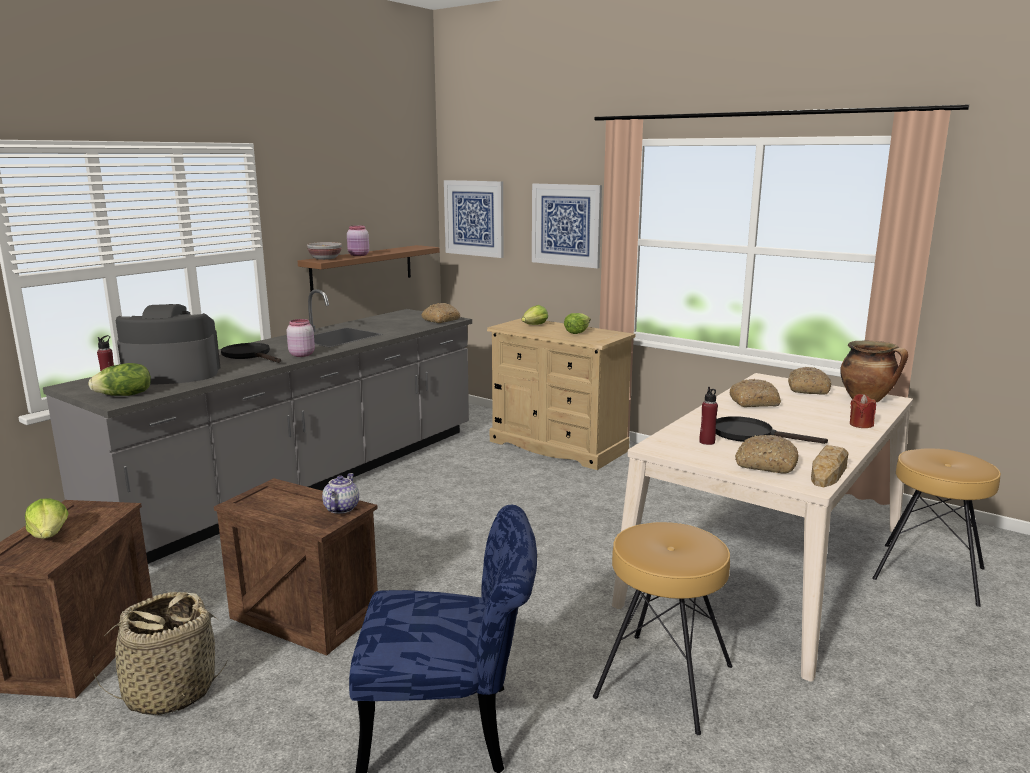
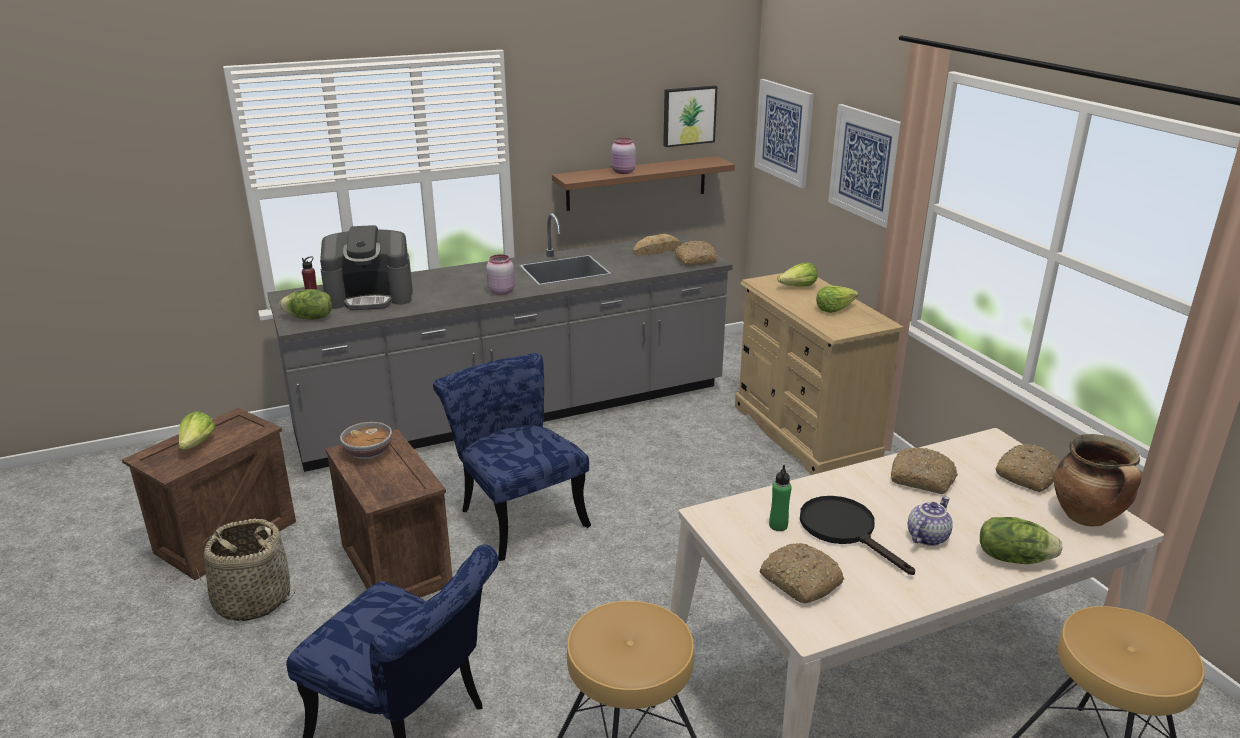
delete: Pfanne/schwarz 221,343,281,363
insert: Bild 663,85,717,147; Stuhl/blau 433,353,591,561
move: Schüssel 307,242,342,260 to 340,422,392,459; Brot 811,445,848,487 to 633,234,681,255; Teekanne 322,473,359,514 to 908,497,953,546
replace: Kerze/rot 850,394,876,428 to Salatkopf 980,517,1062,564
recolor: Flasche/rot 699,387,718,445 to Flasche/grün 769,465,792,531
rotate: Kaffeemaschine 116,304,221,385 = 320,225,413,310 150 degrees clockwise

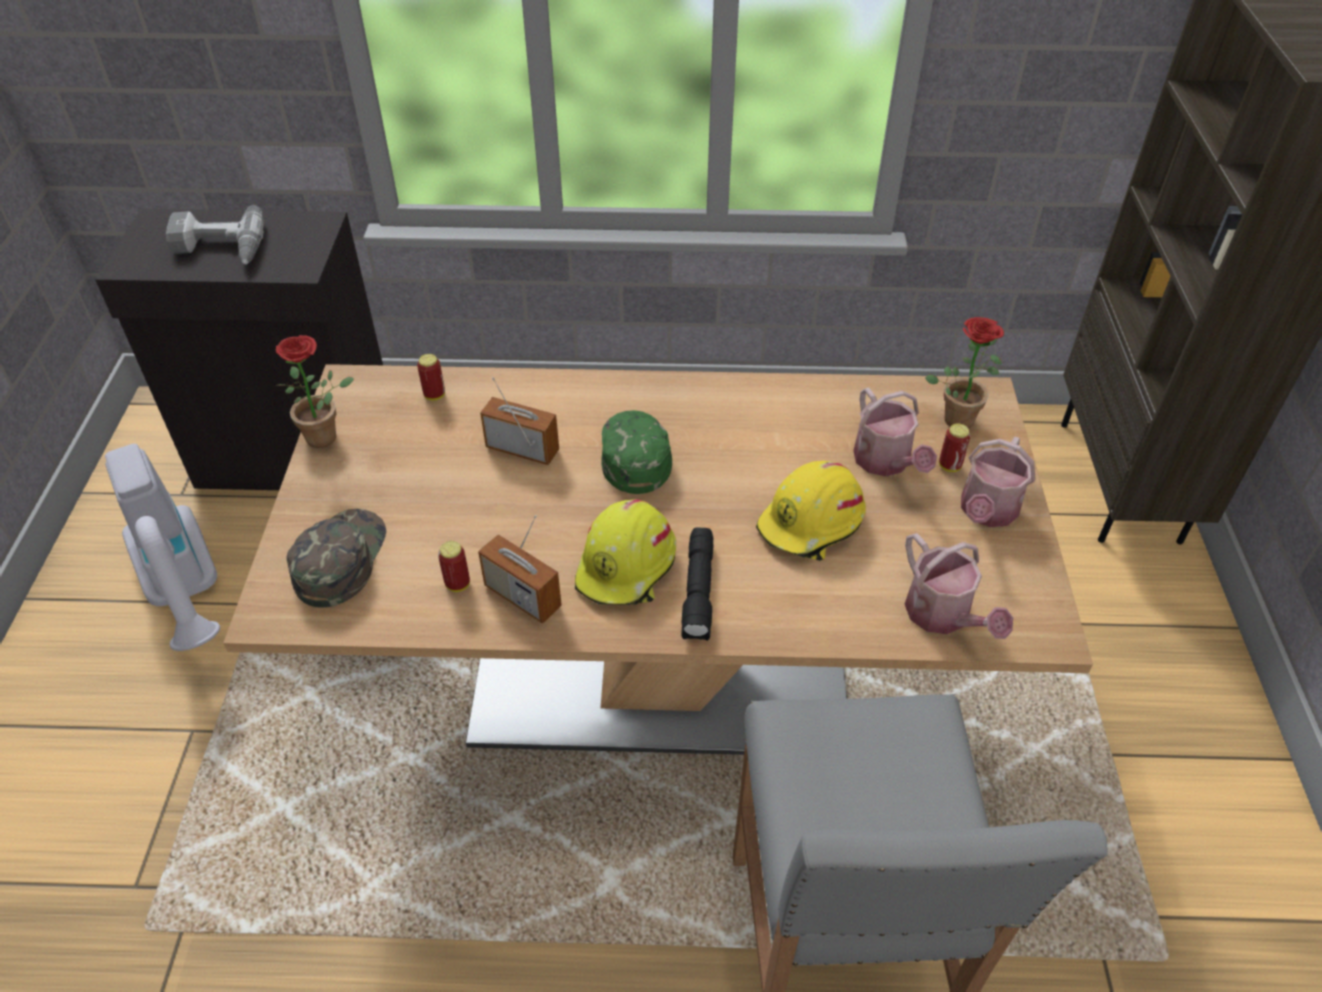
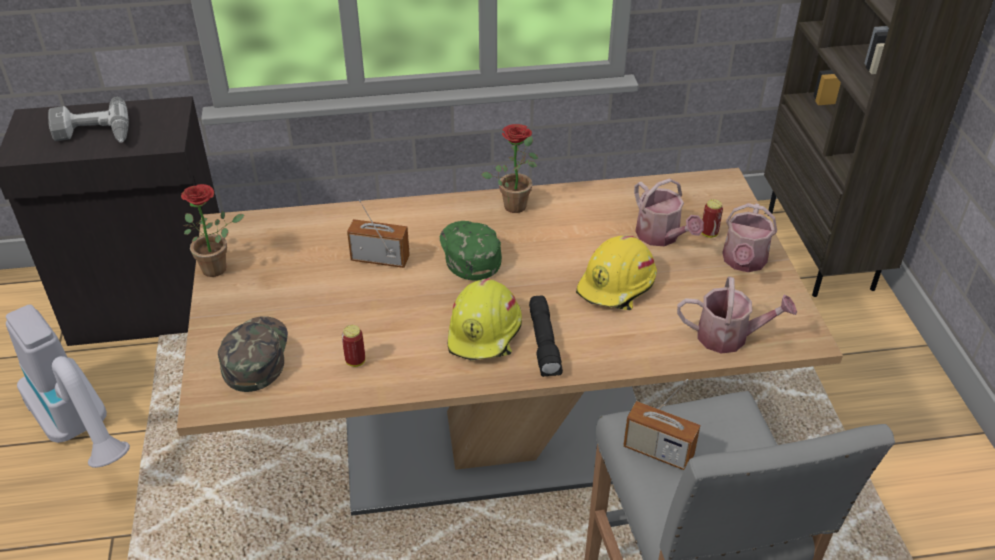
delete: Dose 417,354,445,401
move: Topfpflanze 925,317,1004,429 to 481,124,538,213; Radio 478,515,562,624 to 623,379,700,470
rotate: Gießkanne 905,533,1013,639 = 677,277,797,354 45 degrees counterclockwise

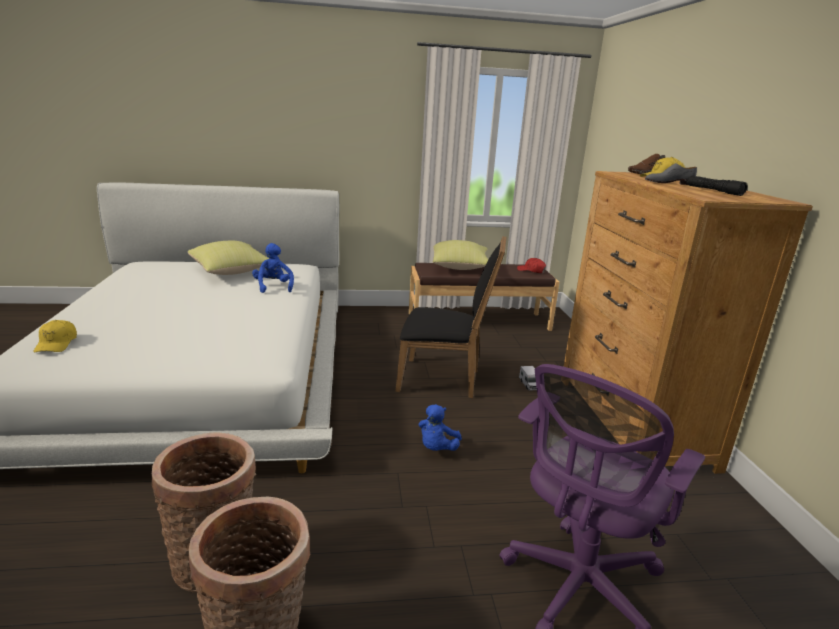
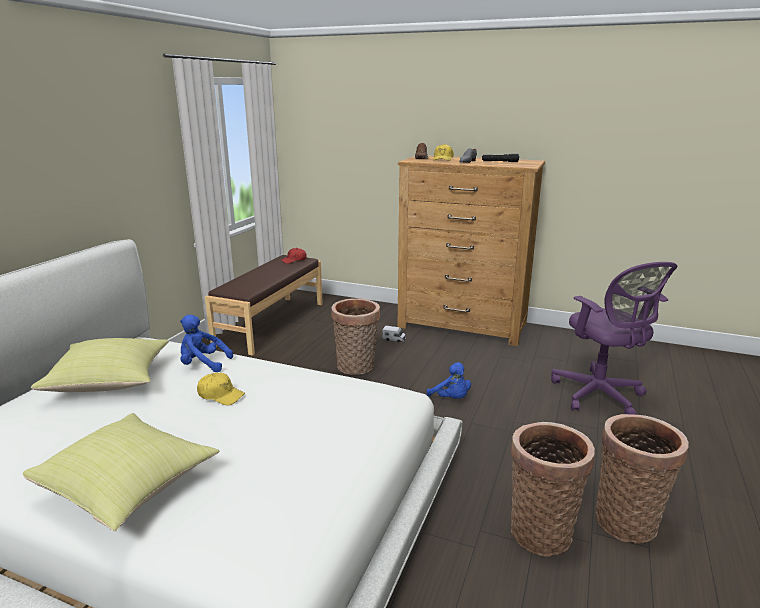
move: Kissen/gelb 433,240,488,270 to 23,413,219,531; Kappe/gelb 33,320,77,352 to 197,373,245,406
replace: Stuhl/schwarz 395,236,507,398 to Korb 331,298,380,375

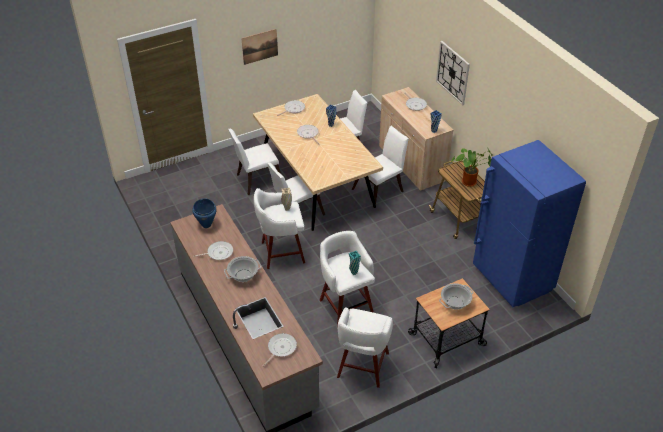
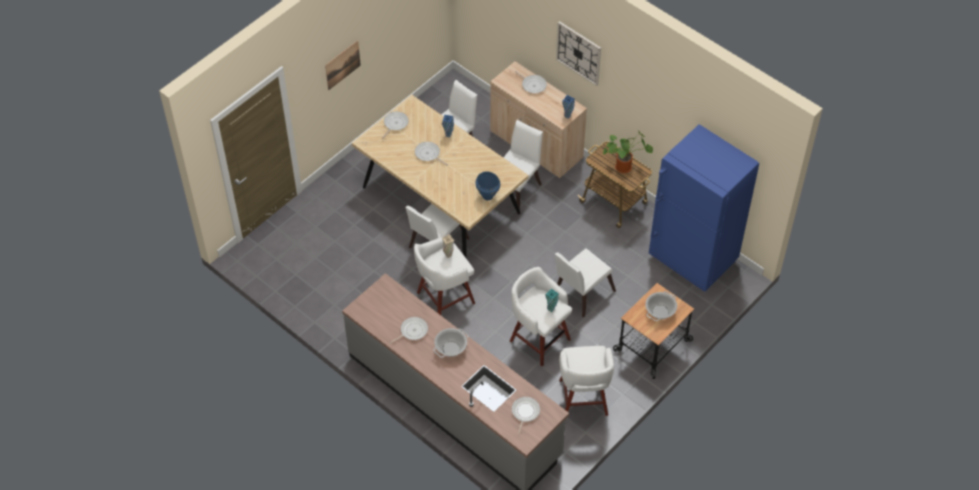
move: Stuhl/weiß 228,129,281,195 to 555,248,616,318; Kochtopf/blau 192,198,217,228 to 475,171,500,201

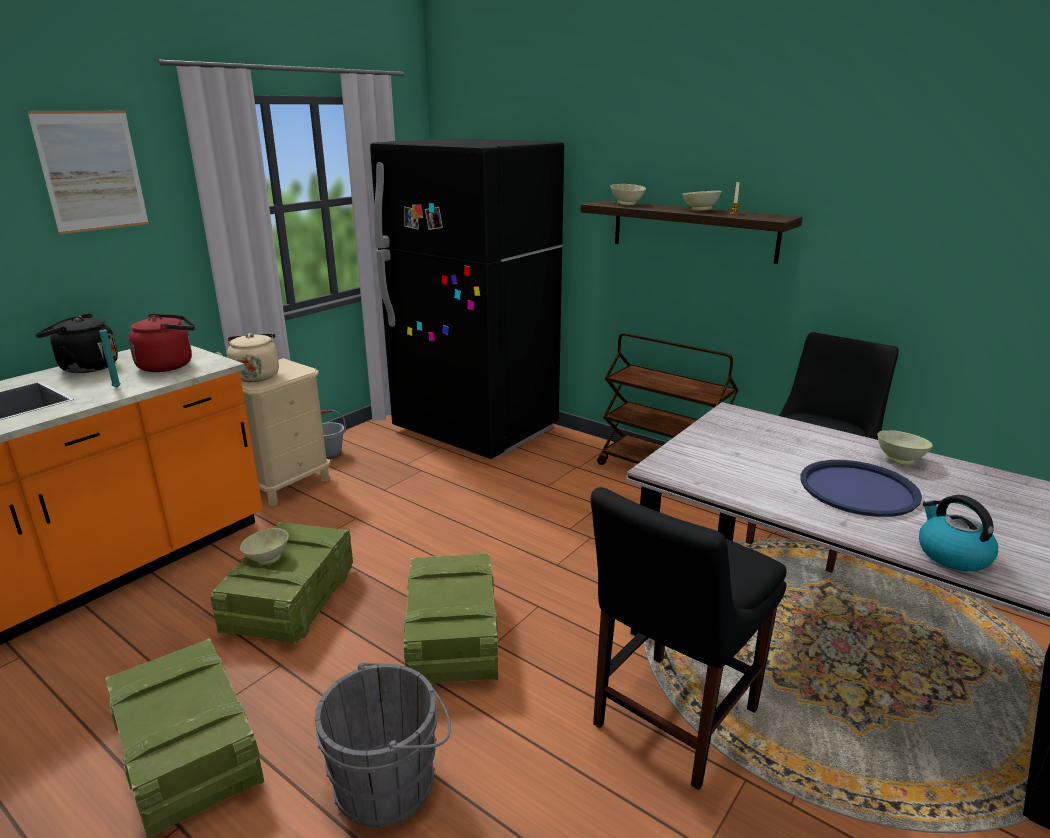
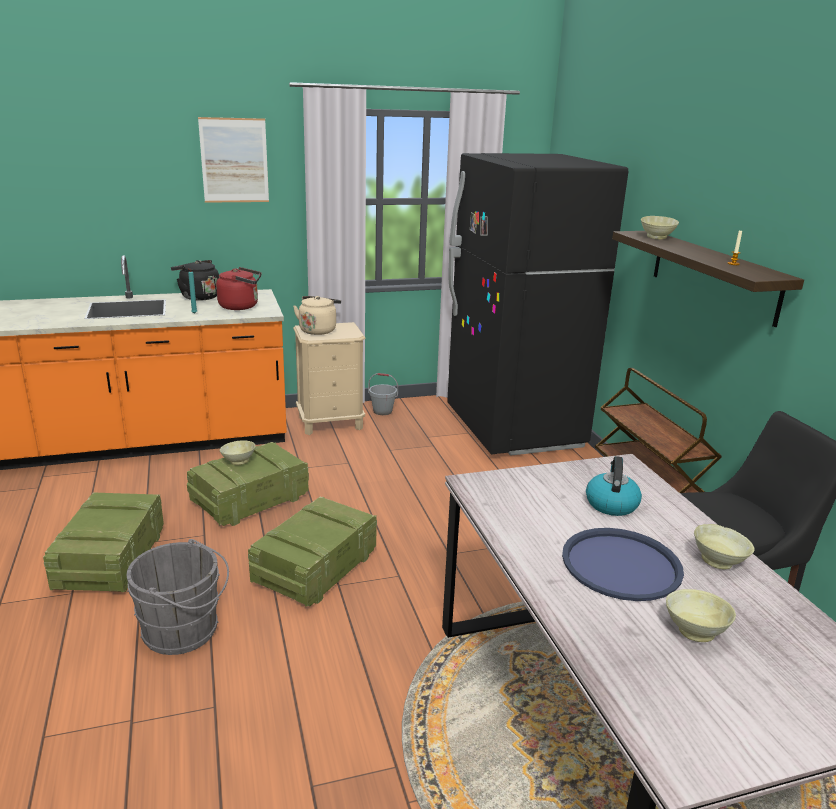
delete: Stuhl/schwarz 591,487,787,790
move: Schüssel/beige 682,191,722,211 to 666,589,736,642; Wasserkessel 919,495,998,571 to 586,456,642,516

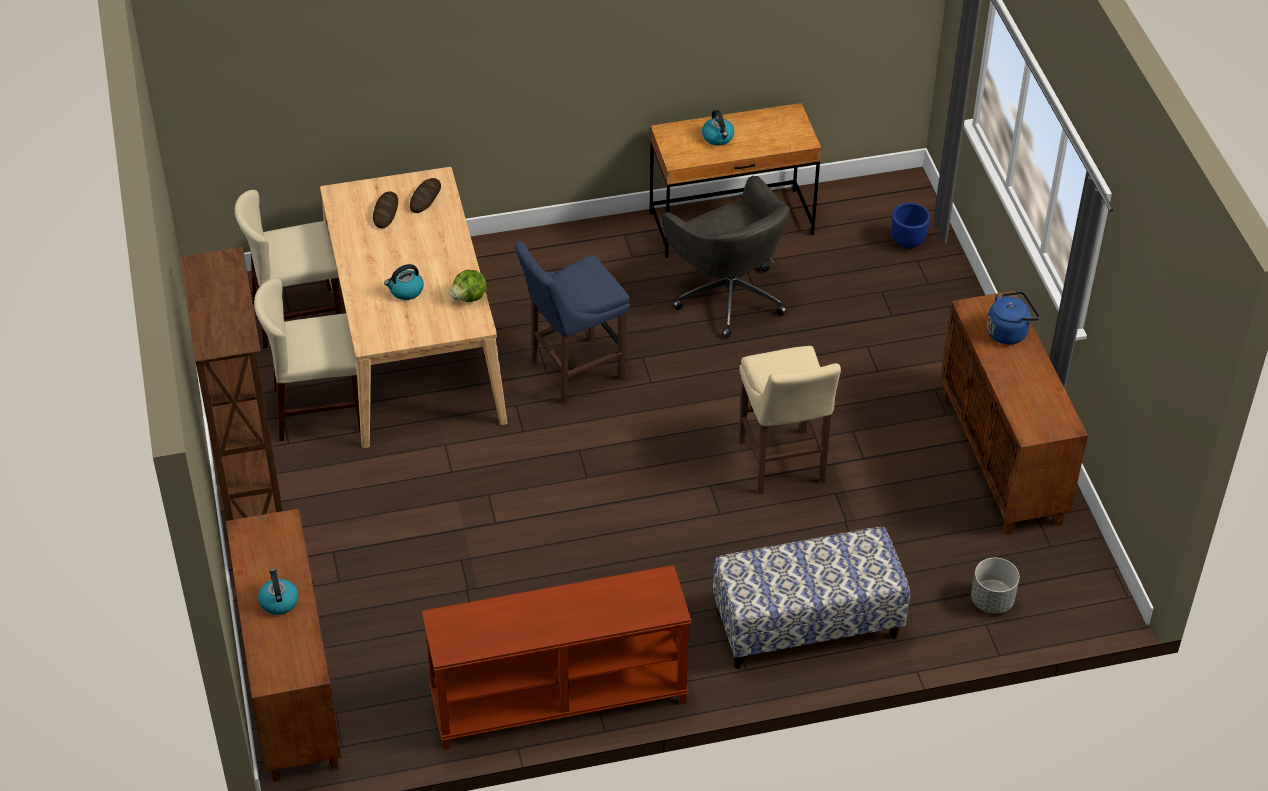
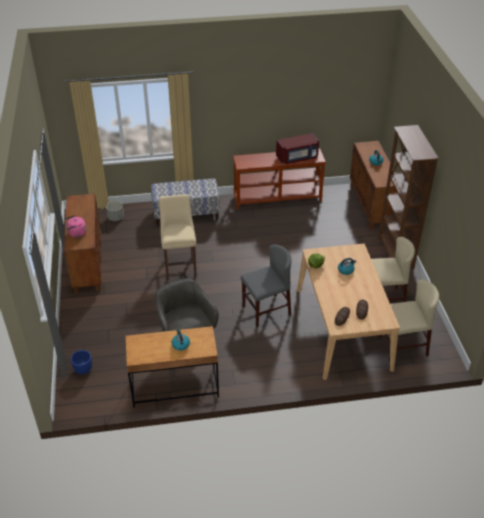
insert: Mikrowelle/rot 276,133,319,164
replace: Hocker/blau 515,241,630,404 to Stuhl/grau 241,244,292,327
recolor: Wasserkessel/blau 987,292,1040,344 to Wasserkessel/rosa 65,215,87,238

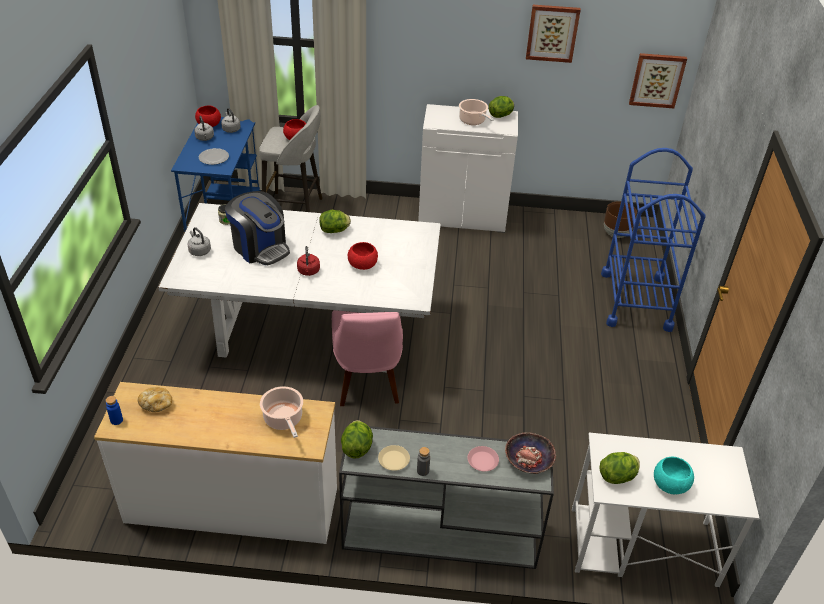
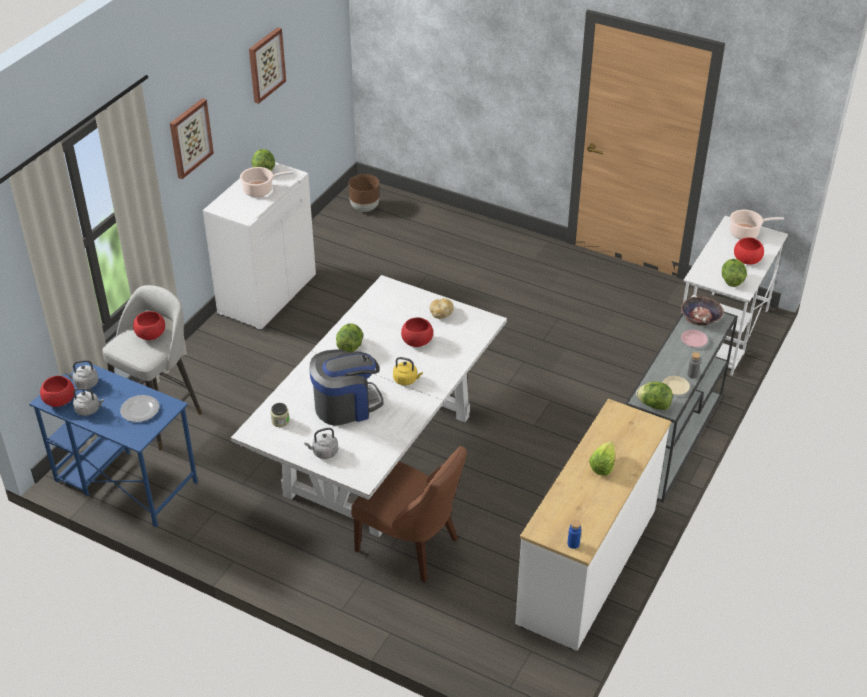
delete: Rollwagen/blau 601,148,706,332; Stuhl/rosa 332,310,403,406
insert: Salatkopf 589,441,615,475; Stuhl/braun 351,446,467,582
move: Bild 629,53,687,108 to 170,98,214,179; Kochtopf 260,386,303,438 to 729,210,784,239; Brot 137,387,172,412 to 429,298,454,319
recolor: Wasserkessel/rot 297,246,320,276 to Wasserkessel/gelb 393,357,423,385; Schüssel/türkis 654,457,694,494 to Schüssel/rot 734,237,764,265

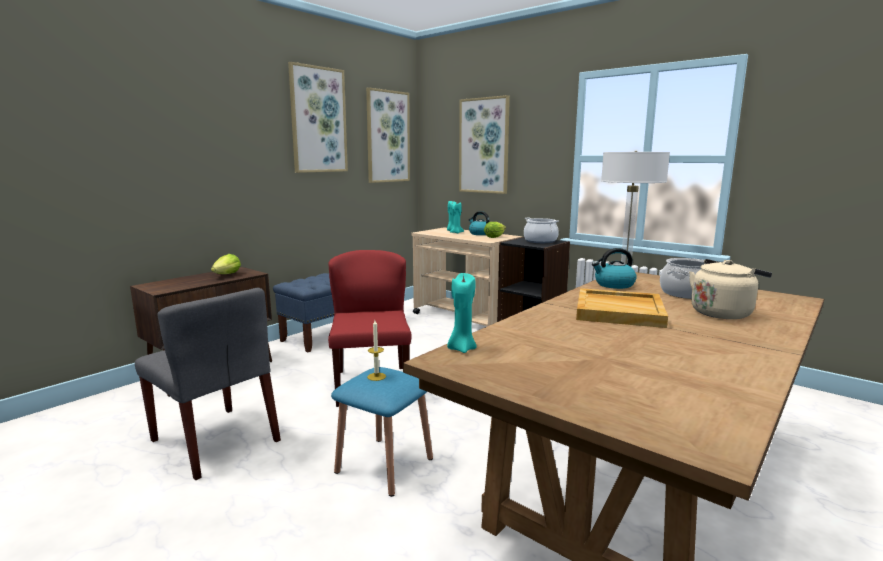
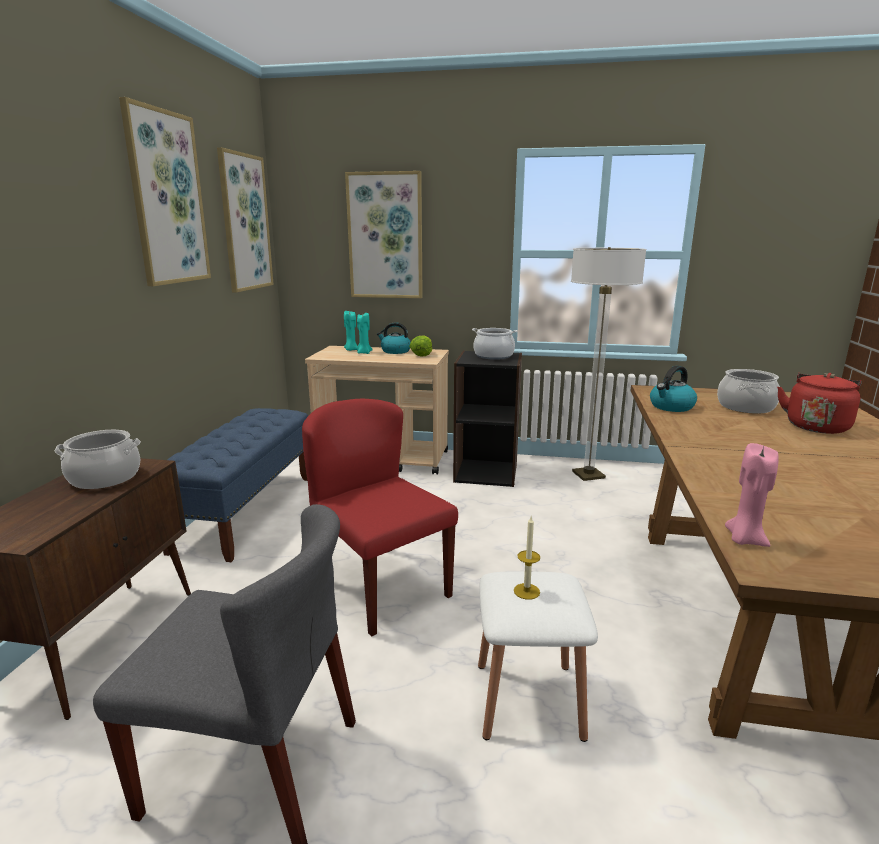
delete: Tablett/beige 576,288,668,328
replace: Salatkopf 211,254,241,274 to Kochtopf 55,430,141,489
recolor: Wasserkessel/beige 689,259,772,319 to Wasserkessel/rot 777,373,862,434; Kerze/türkis 447,273,477,353 to Kerze/rosa 725,443,779,547; Hocker/blau 331,367,433,497 to Hocker/weiß 478,571,598,742

